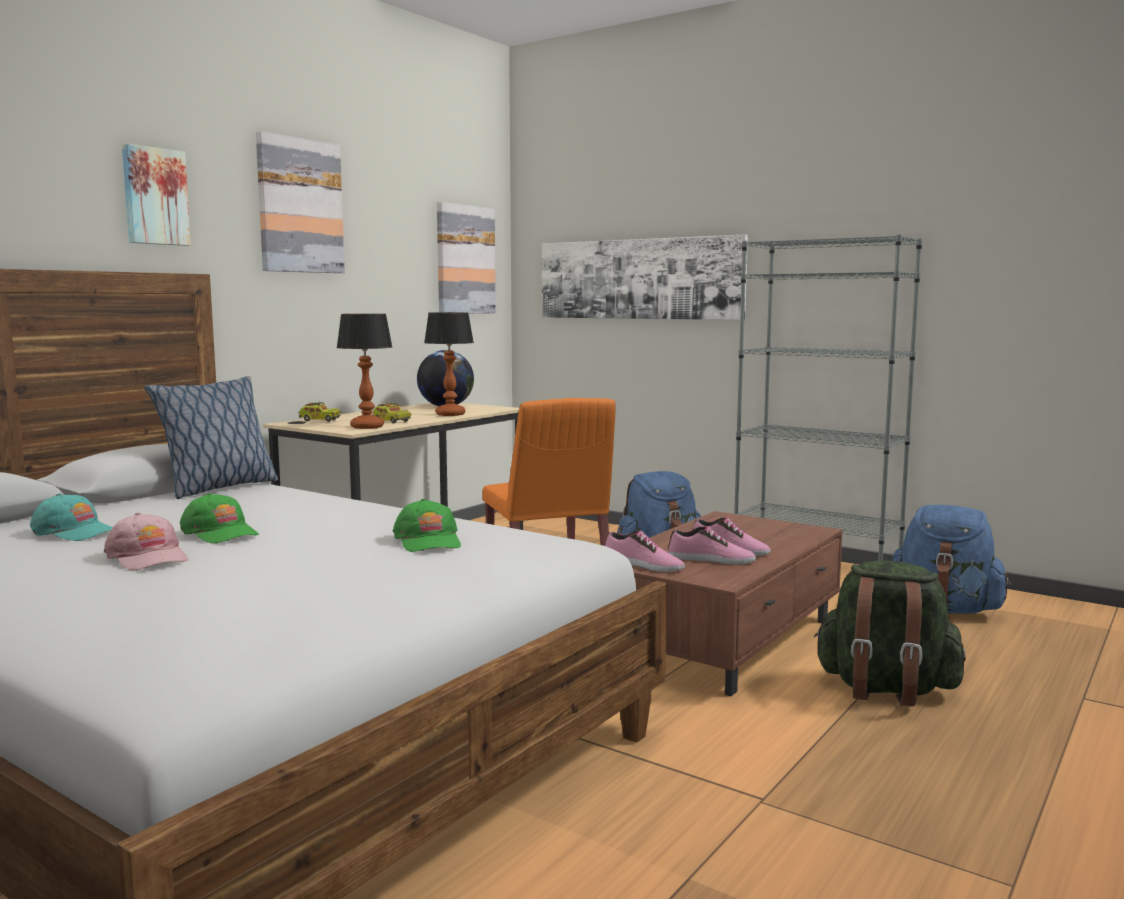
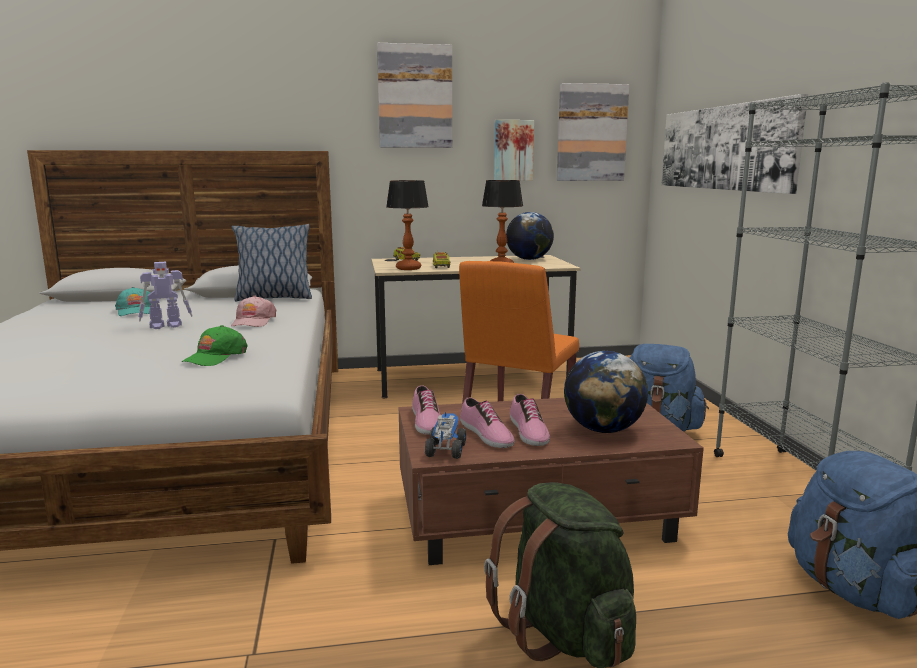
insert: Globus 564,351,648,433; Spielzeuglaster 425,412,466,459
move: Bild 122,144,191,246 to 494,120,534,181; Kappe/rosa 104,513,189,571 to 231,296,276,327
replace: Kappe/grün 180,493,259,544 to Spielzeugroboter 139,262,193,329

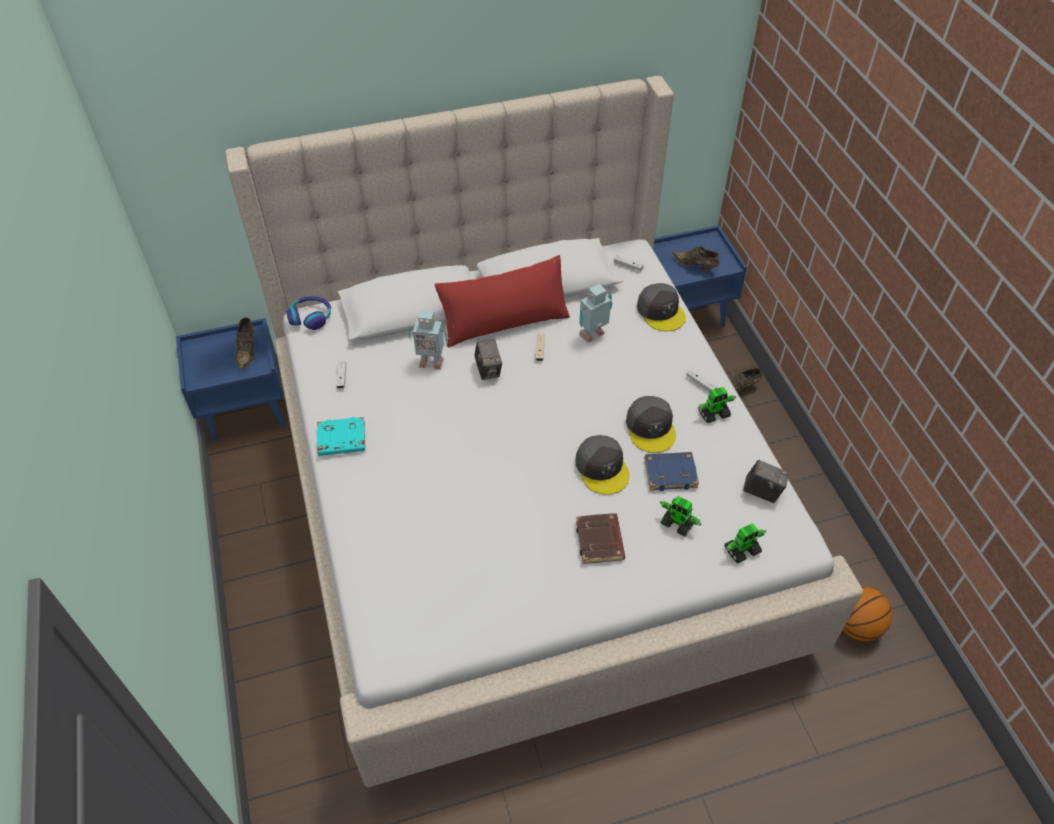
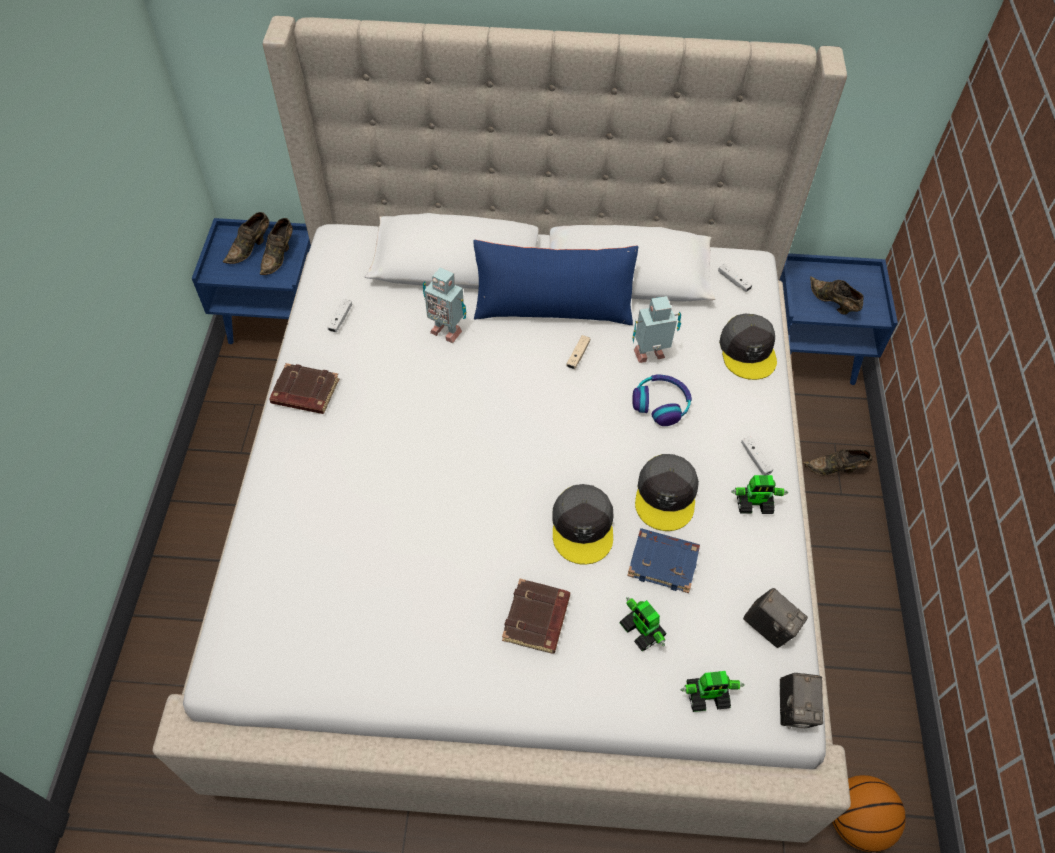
insert: Schuh/braun 222,212,269,264
move: Kopfhörer 286,296,331,330 to 632,374,692,426; Kamera 474,339,502,380 to 779,673,823,728
recolor: Kissen/rot 435,255,570,347 to Kissen/blau 474,240,638,325; Buch/türkis 317,417,365,456 to Buch/braun 269,363,339,414

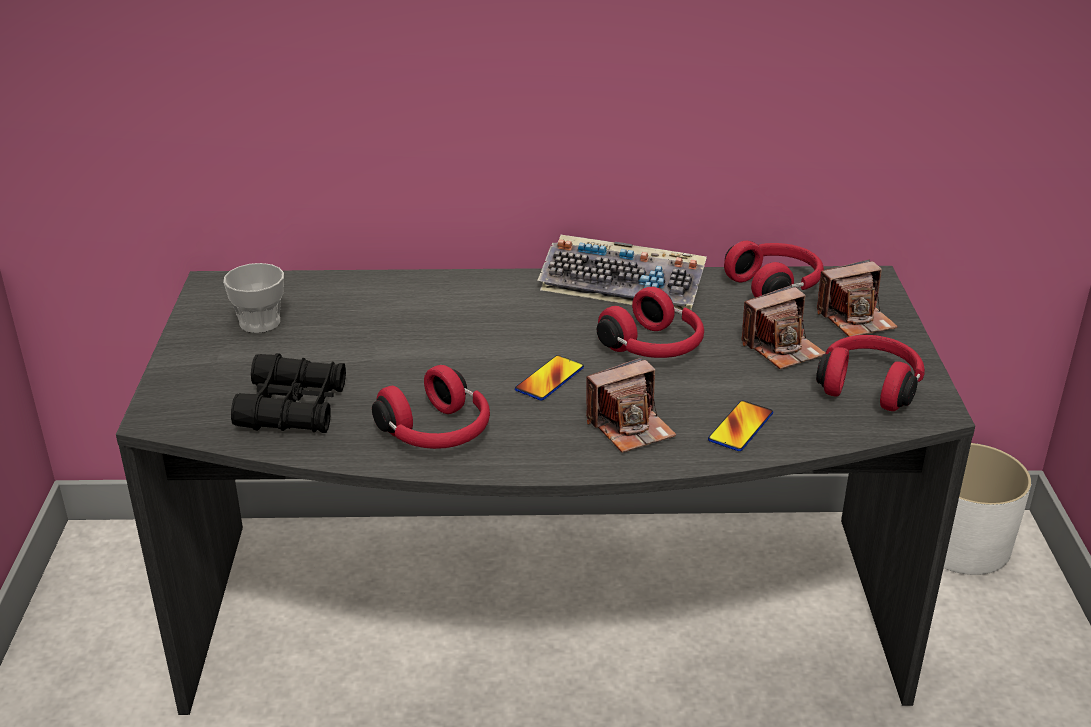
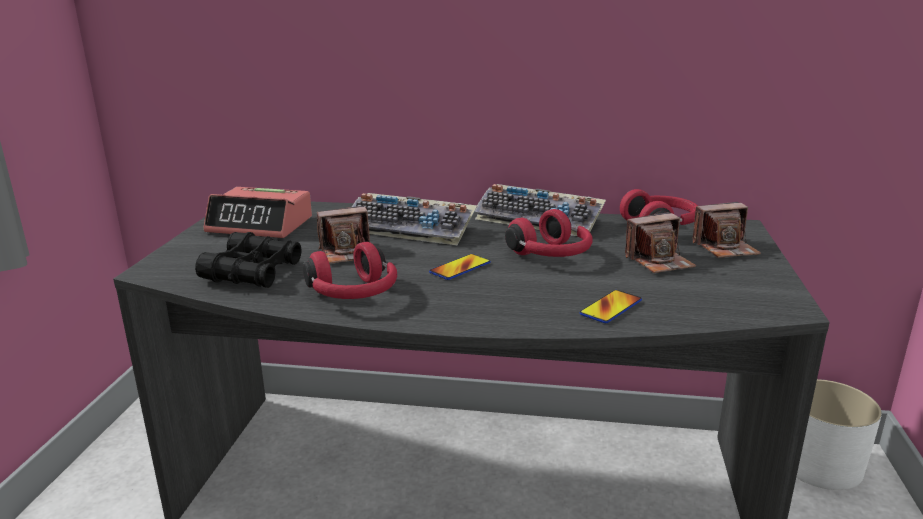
delete: Kopfhörer/rot 816,335,925,411
insert: Tastatur 352,193,477,246
move: Kamera 586,357,677,453 to 316,206,370,264
replace: Tasse 223,263,284,333 to Wecker 203,187,312,238

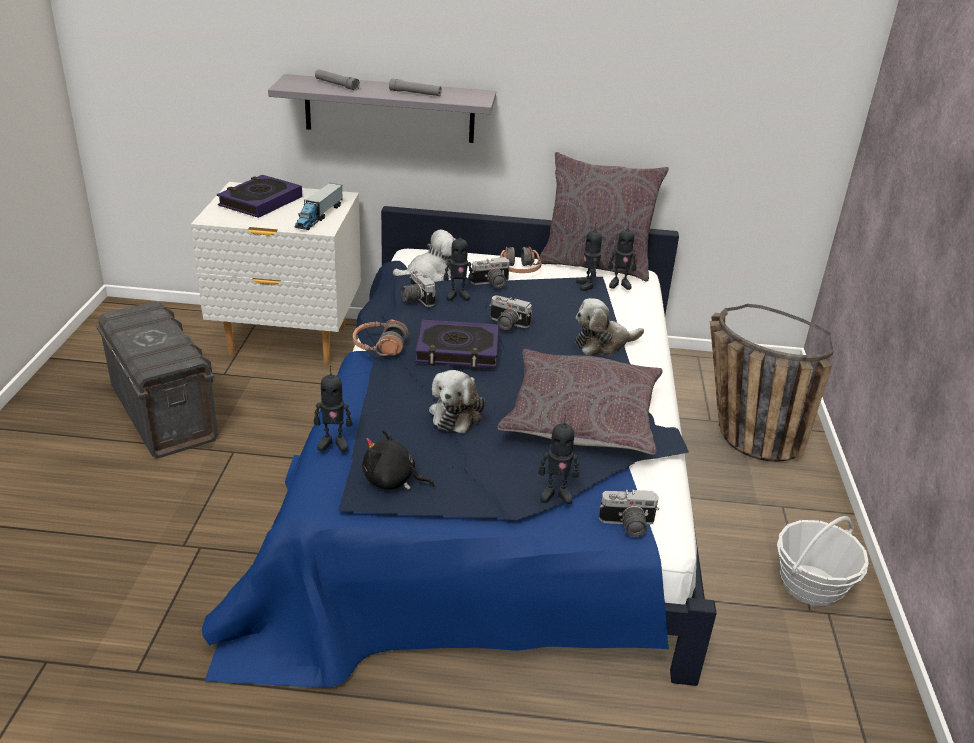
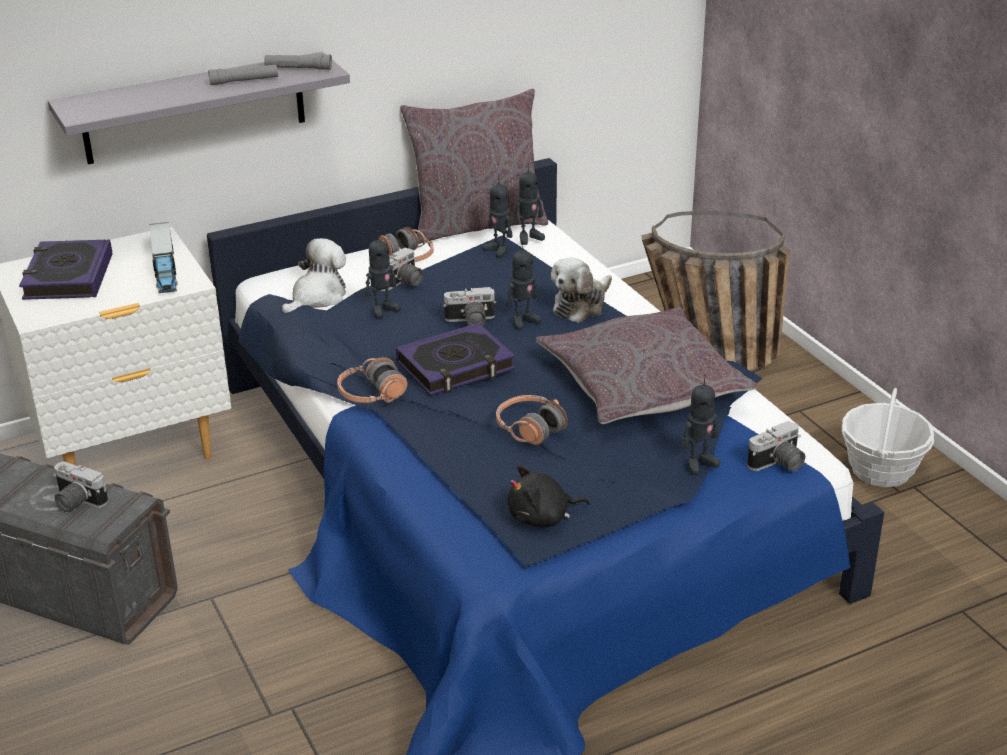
move: Taschenlampe/grau 315,69,360,91 to 264,54,332,70; Kamera 401,270,436,307 to 53,462,108,513; Spielzeugroboter 314,366,352,452 to 506,240,541,330
replace: Plüschtier 429,370,486,434 to Kopfhörer 496,395,568,445

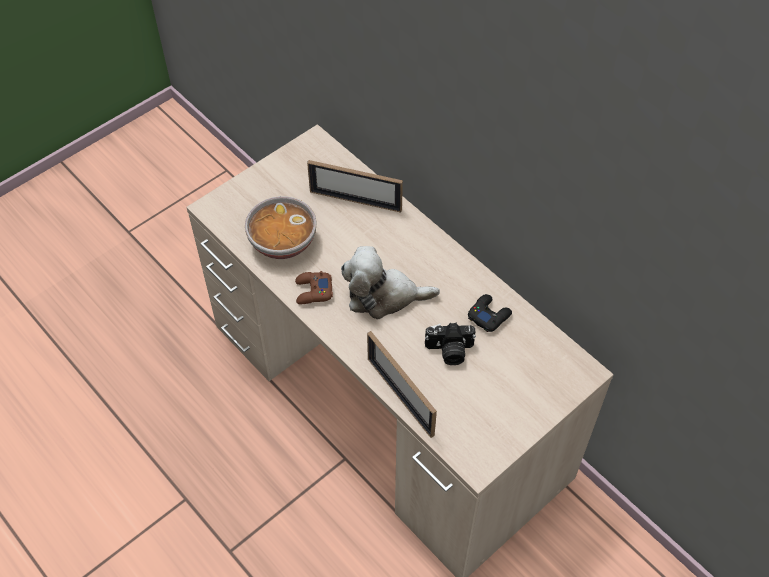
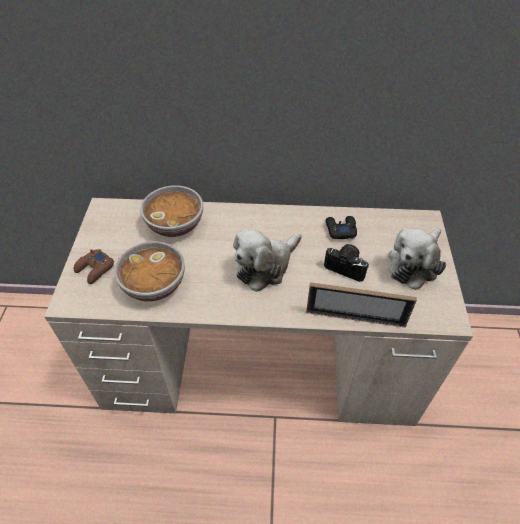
insert: Plüschtier 388,228,446,290
move: Gamepad/braun 295,271,333,304 to 74,249,114,284
replace: Bilderrahmen 307,160,403,213 to Schüssel 140,185,203,237
rotate: Kamera 425,323,476,365 = 324,244,369,282 105 degrees counterclockwise

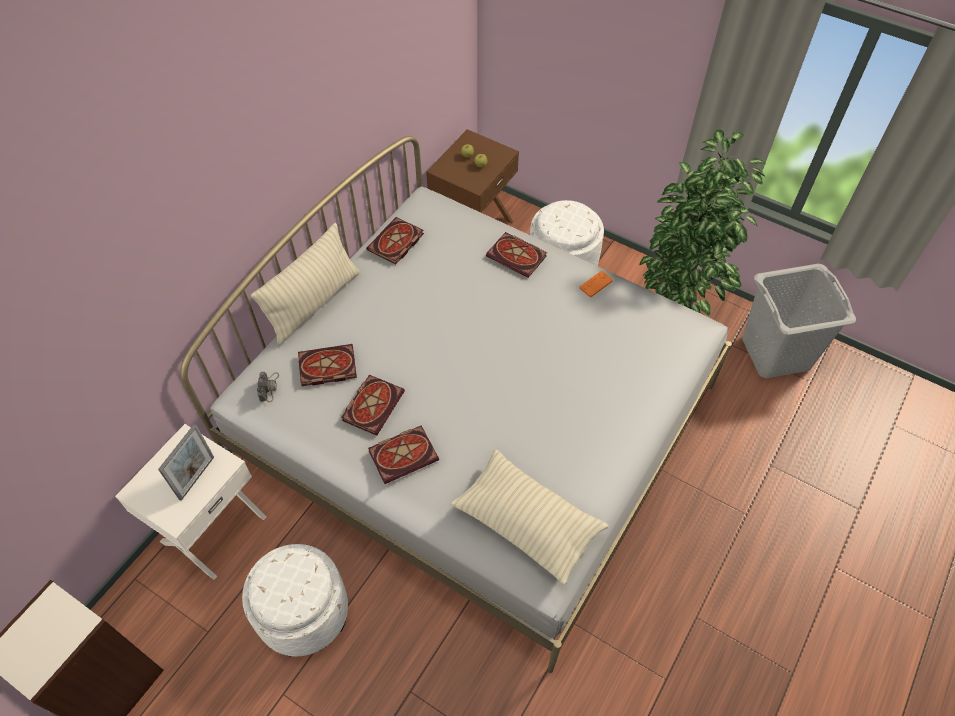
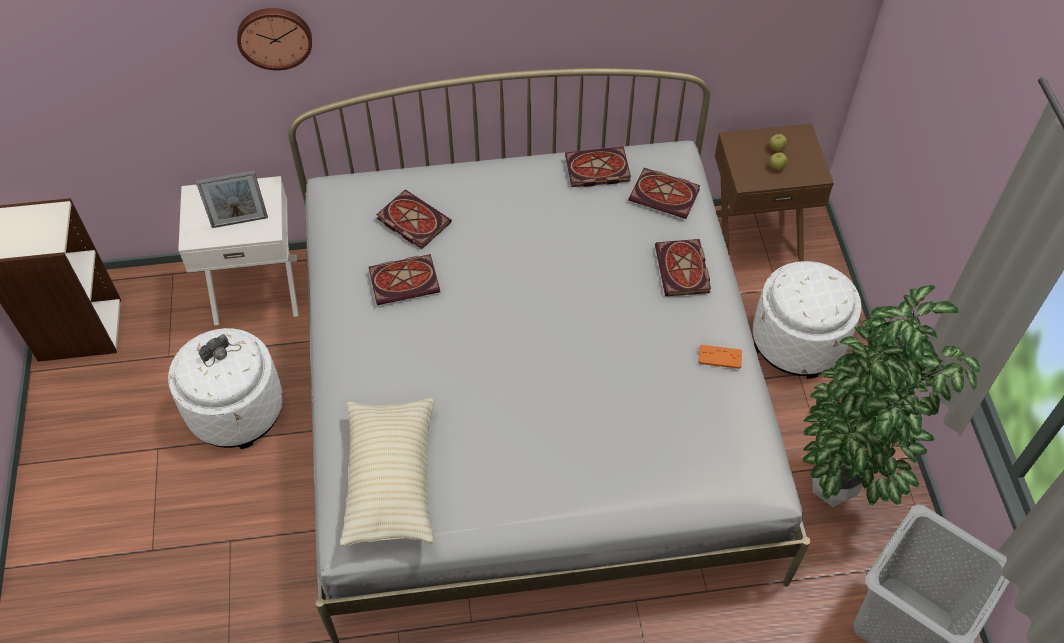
delete: Kissen/beige 251,223,360,345
insert: Wanduhr 237,8,312,71
move: Kamera 257,372,279,402 to 198,334,241,367; Buch 368,426,439,484 to 629,168,701,219

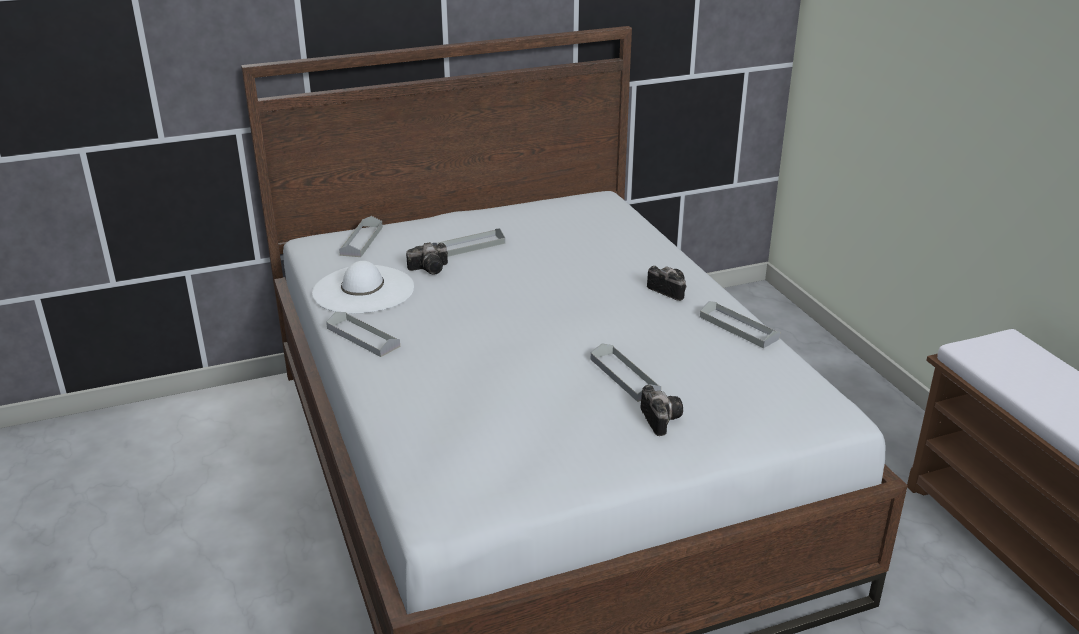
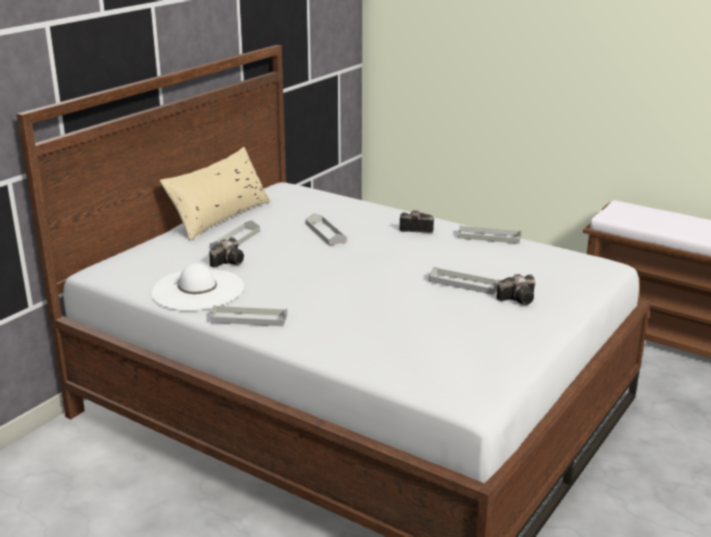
insert: Kissen/beige 160,147,271,241
move: Tablett/grau 339,216,383,257 to 306,213,347,245
rotate: Kamera 640,385,683,436 = 497,274,535,305 120 degrees clockwise

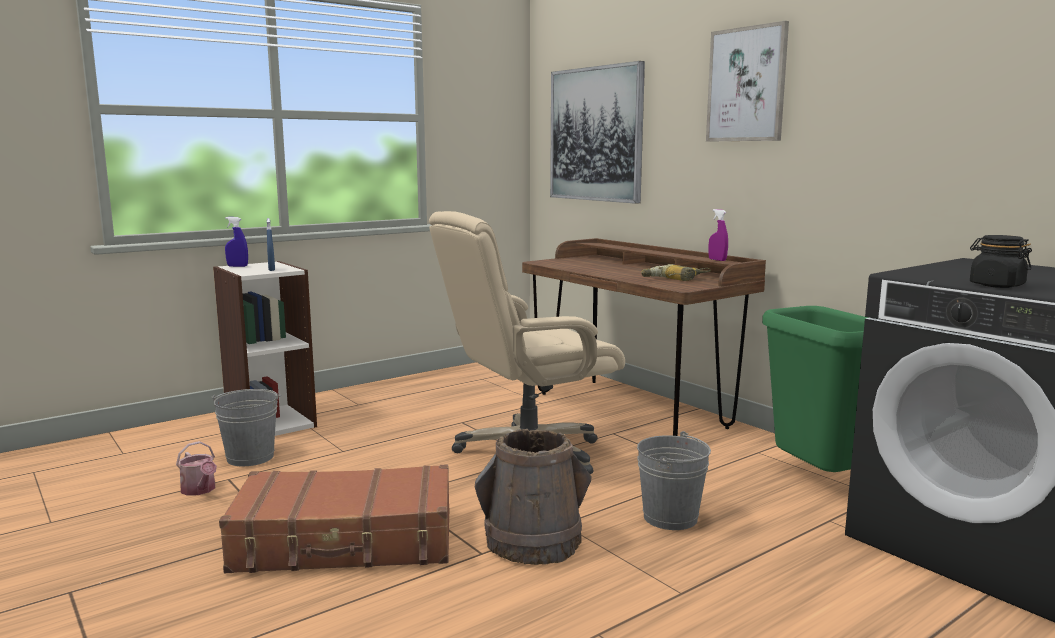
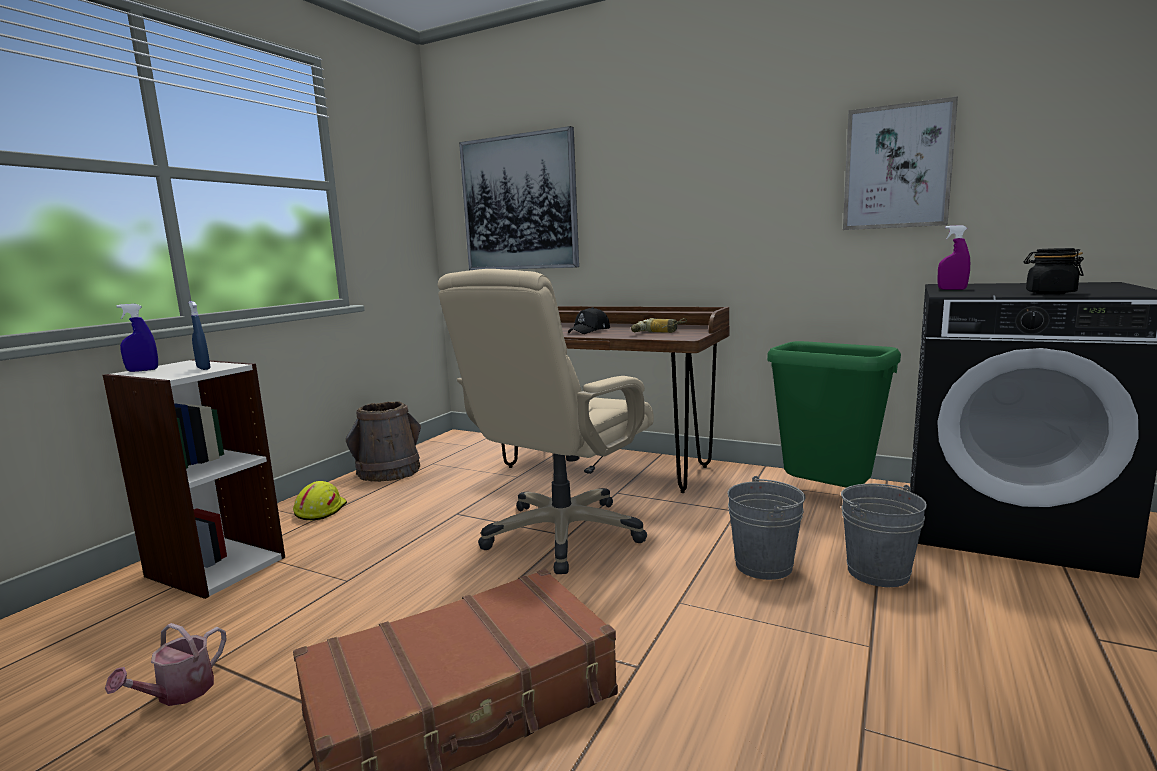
insert: Kappe/schwarz 568,307,610,334; Schutzhelm/gelb 293,481,347,520
move: Bild 706,21,789,141 to 843,96,958,230; Sprühflasche/lila 708,209,728,261 to 937,225,970,290; Eimer/grau 211,389,282,466 to 841,484,927,587; Eimer/braun 475,429,592,565 to 346,401,421,482
rotate: Gießkanne 176,441,217,496 = 105,623,227,706 90 degrees clockwise

